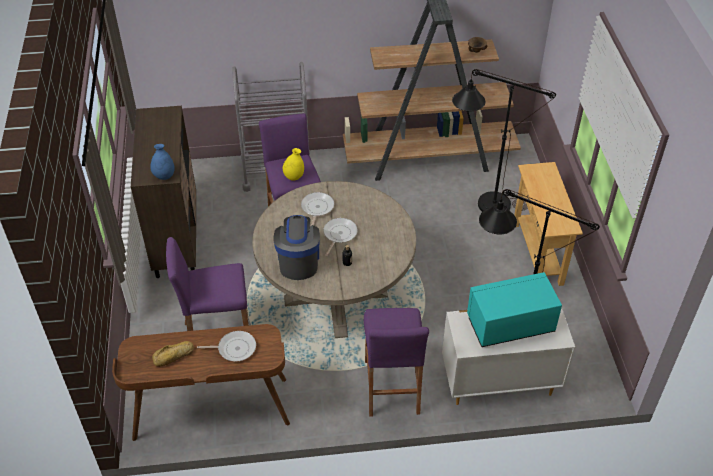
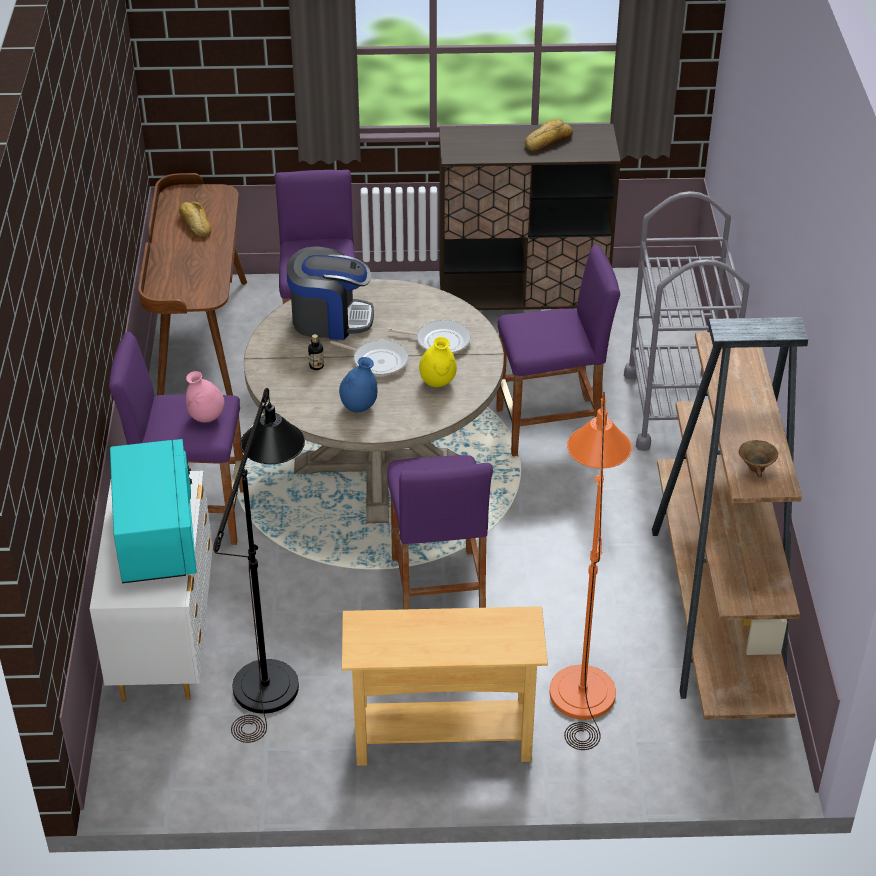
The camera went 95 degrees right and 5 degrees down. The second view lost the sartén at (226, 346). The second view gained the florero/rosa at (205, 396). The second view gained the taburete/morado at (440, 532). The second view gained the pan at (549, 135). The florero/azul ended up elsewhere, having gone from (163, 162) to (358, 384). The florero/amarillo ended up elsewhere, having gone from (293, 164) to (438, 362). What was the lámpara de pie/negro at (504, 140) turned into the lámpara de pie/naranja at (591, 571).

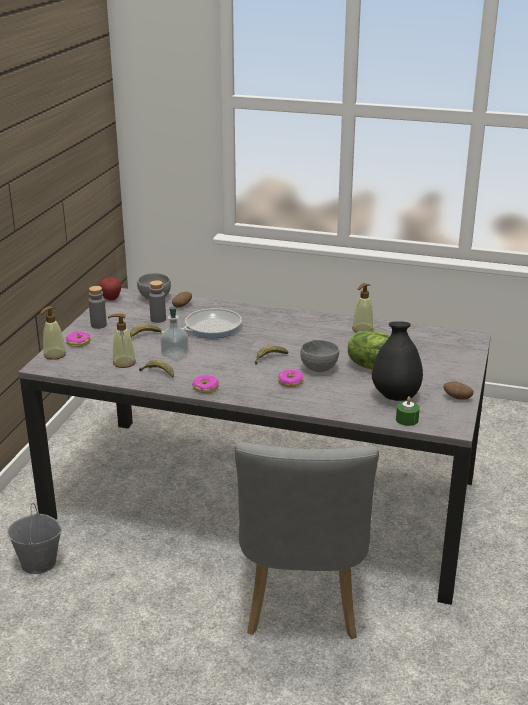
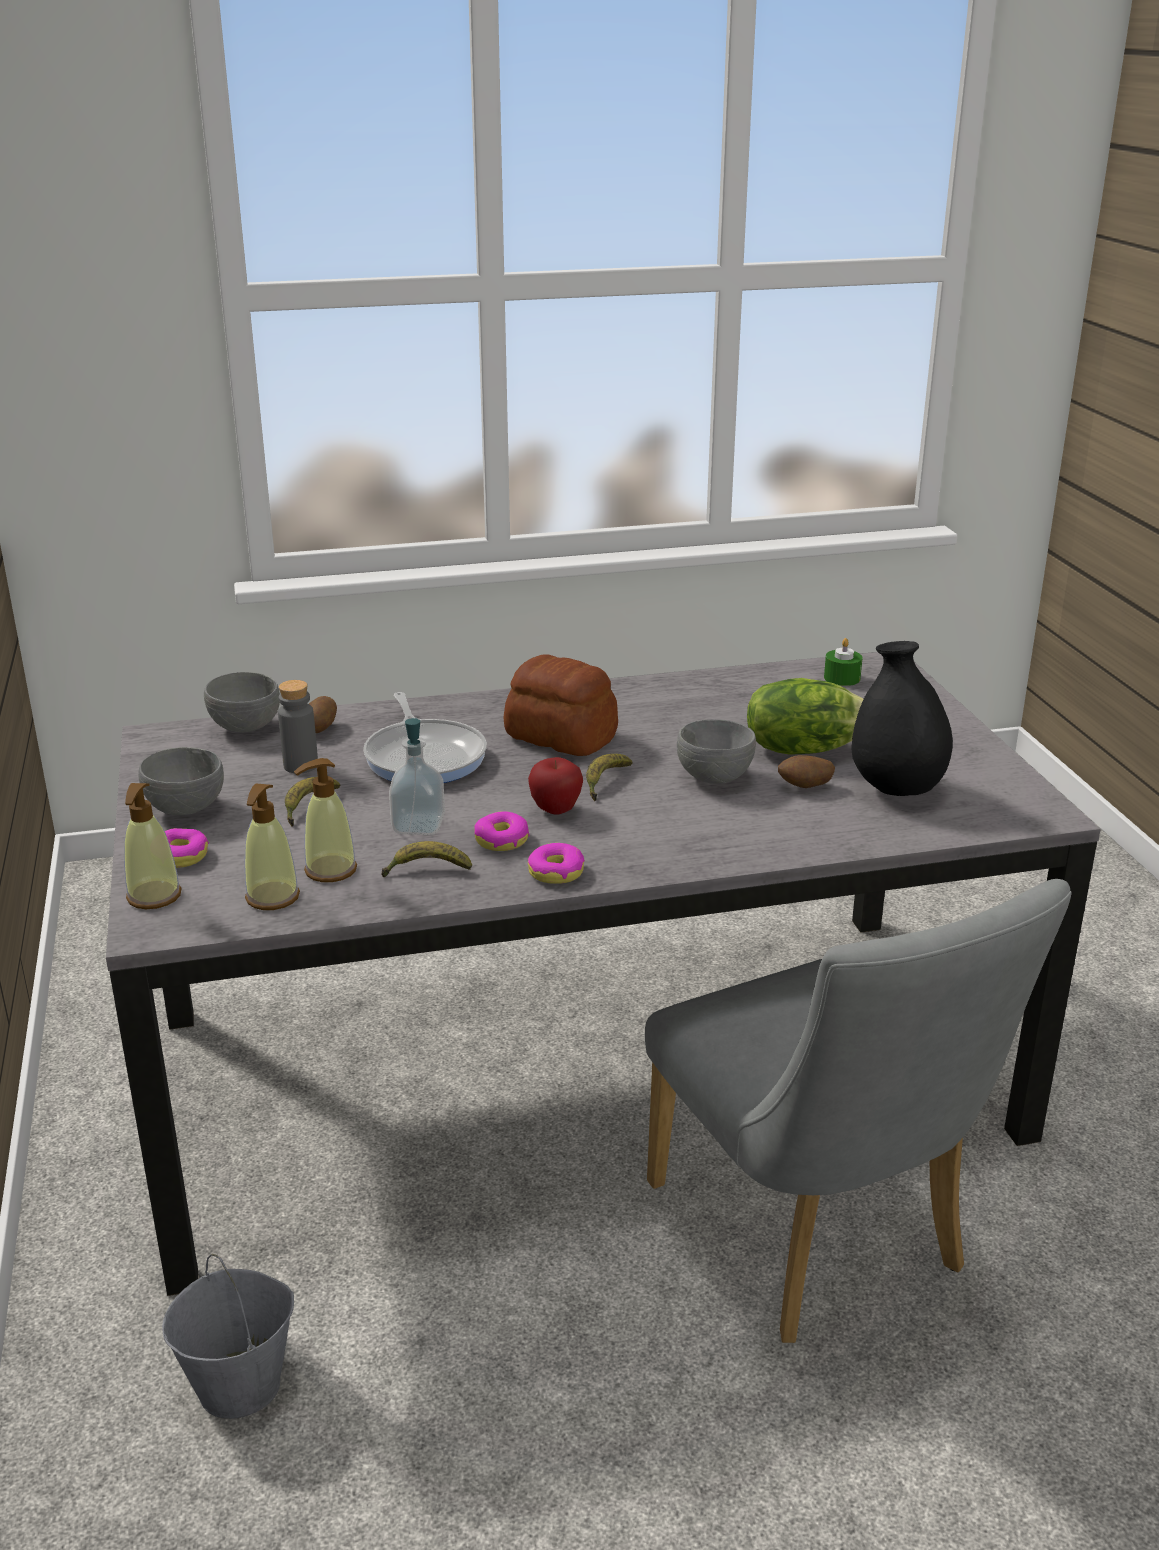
The camera went 30 degrees left and 0 degrees up. The second view gained the pan at (561, 705). The manzana ended up elsewhere, having gone from (110, 289) to (555, 786). The rosquilla ended up elsewhere, having gone from (291, 378) to (502, 831). The dispensador de jabón ended up elsewhere, having gone from (362, 308) to (272, 846). The vela/verde ended up elsewhere, having gone from (408, 411) to (843, 662). The patata ended up elsewhere, having gone from (458, 390) to (806, 771). Where the botella/gris stood at (98, 307), the cuenco/gris came to stand at (181, 781). The sartén at (202, 323) ended up facing another way, 135 degrees clockwise from before.

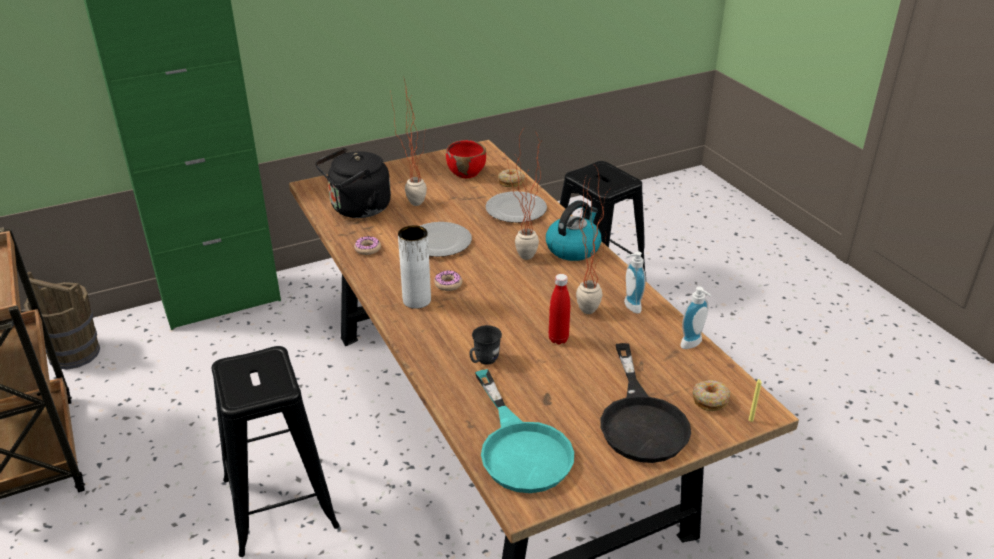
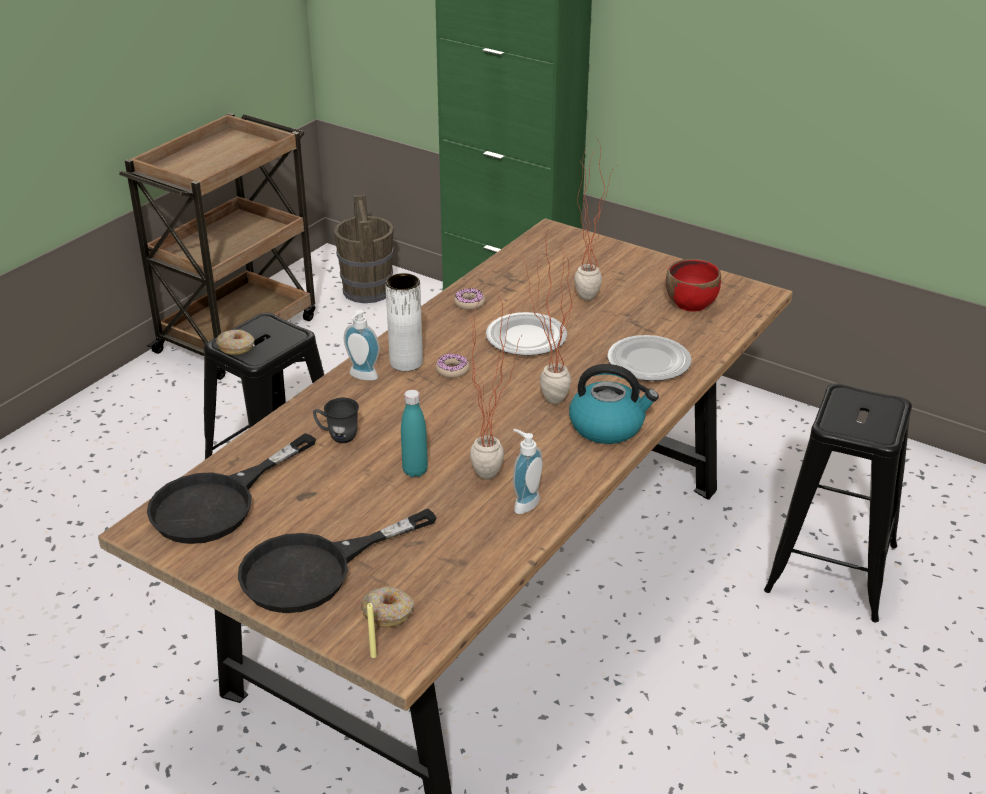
The camera went 60 degrees right and 0 degrees up. The second view lost the hervidor/negro at (353, 183). The rosquilla ended up elsewhere, having gone from (511, 178) to (235, 342). The dispensador de jabón ended up elsewhere, having gone from (695, 317) to (362, 345). What was the sartén/turquesa at (524, 431) turned into the sartén/negro at (231, 488). What was the botella/rojo at (559, 309) turned into the botella/turquesa at (414, 433).

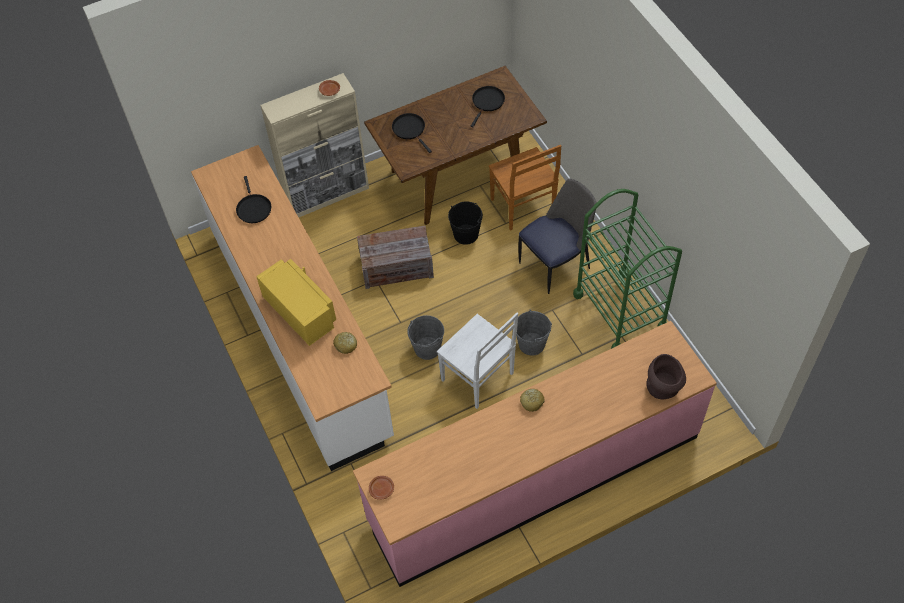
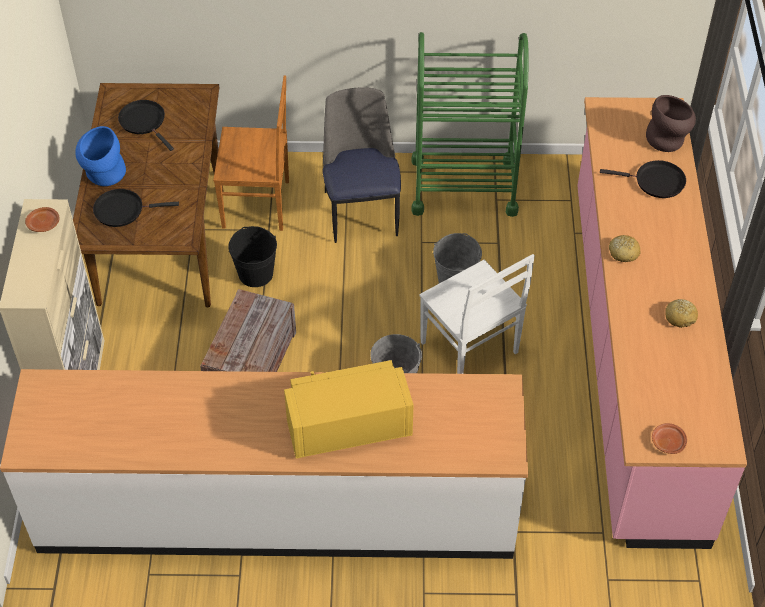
The camera went 65 degrees left and 5 degrees down. The second view gained the florero/azul at (100, 156). The sartén/negro ended up elsewhere, having gone from (253, 199) to (643, 179). The pan ended up elsewhere, having gone from (345, 343) to (681, 313). The silla/blanco at (477, 361) ended up facing another way, 75 degrees clockwise from before.

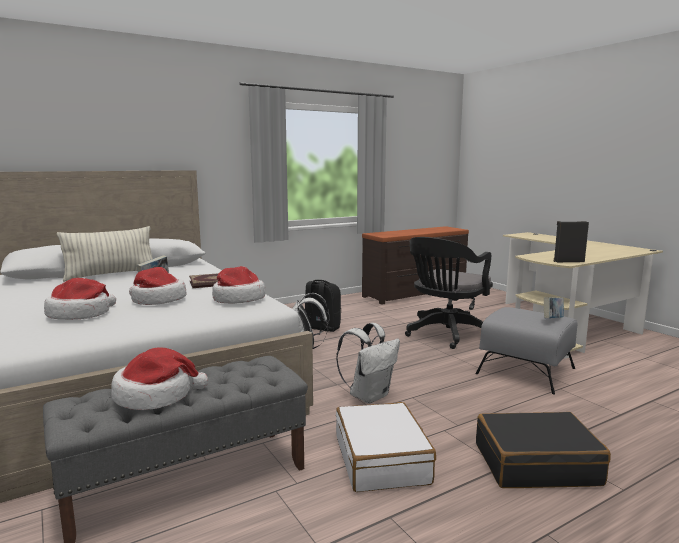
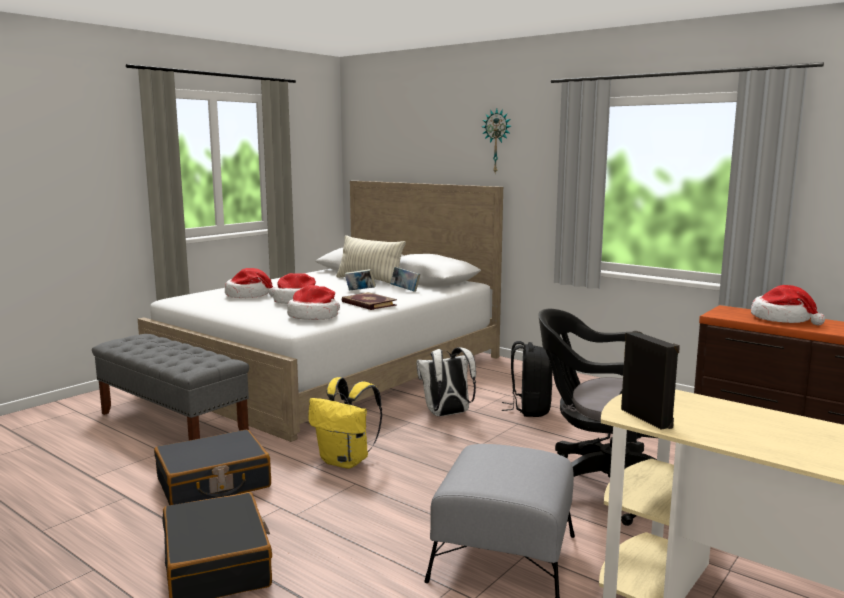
The camera went 70 degrees right and 0 degrees up. The second view gained the reloj de pared at (496, 140). The sombrero ended up elsewhere, having gone from (159, 379) to (788, 305). The libro ended up elsewhere, having gone from (554, 307) to (405, 279). What was the mochila/blanco at (368, 363) turned into the mochila/amarillo at (345, 423). What was the maleta/blanco at (386, 447) turned into the maleta/negro at (212, 467).

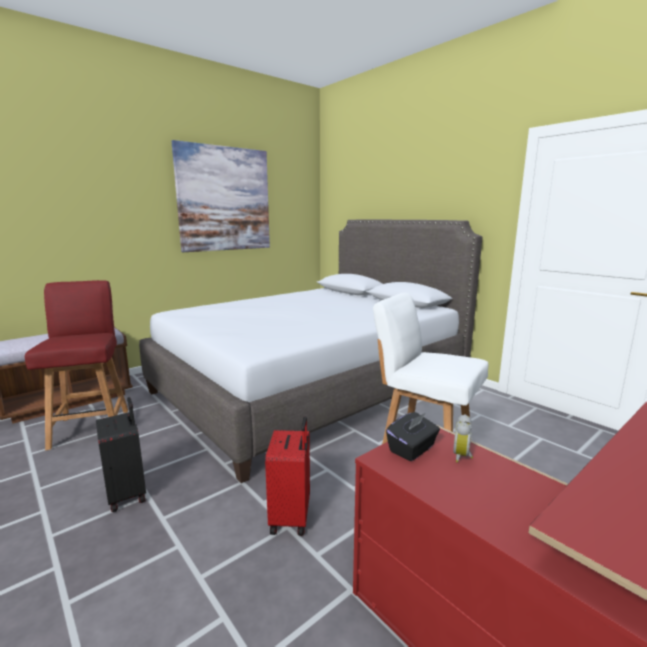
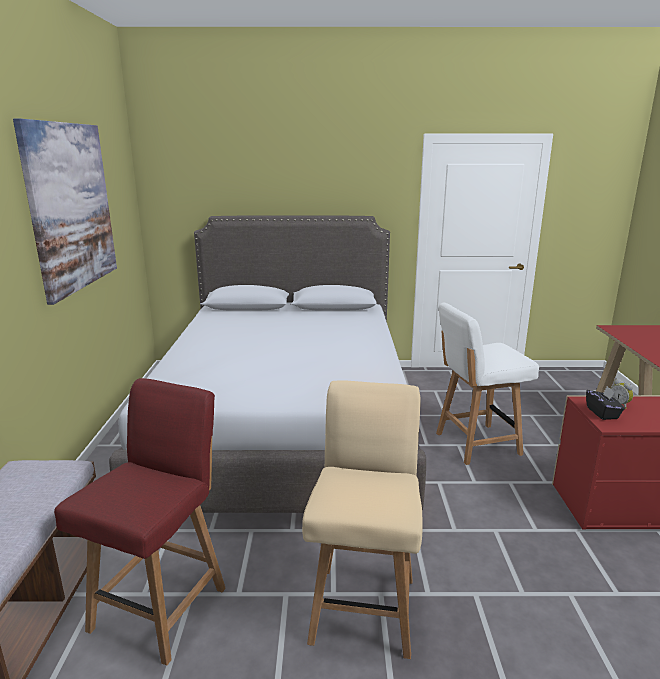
The camera went 50 degrees left and 5 degrees up. The second view lost the maleta/rojo at (287, 476). Where the maleta/negro stood at (121, 454), the silla/beis came to stand at (362, 520). The silla/rojo at (76, 365) ended up facing another way, 90 degrees clockwise from before.

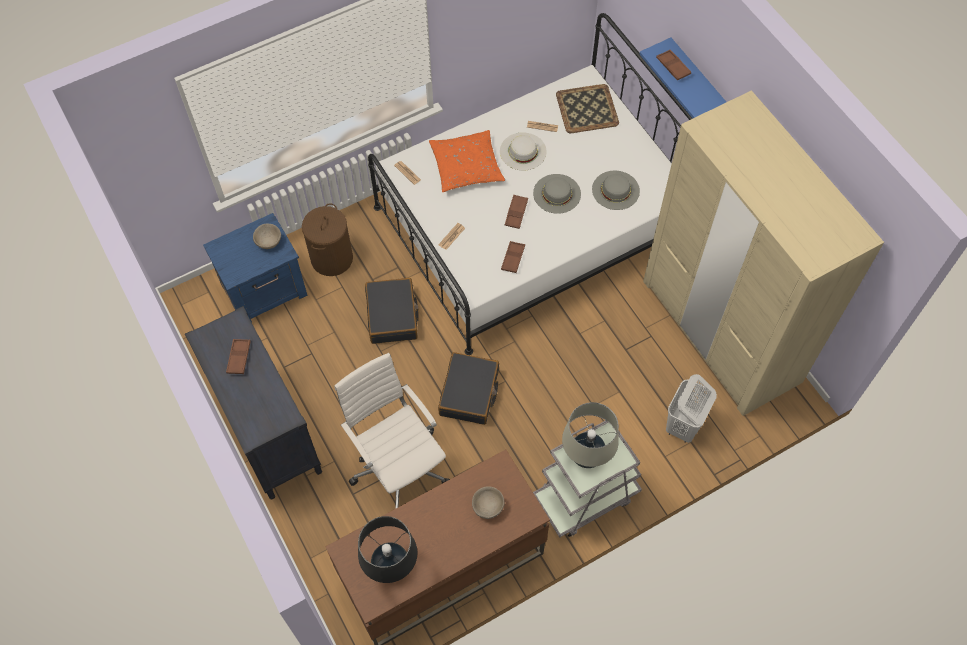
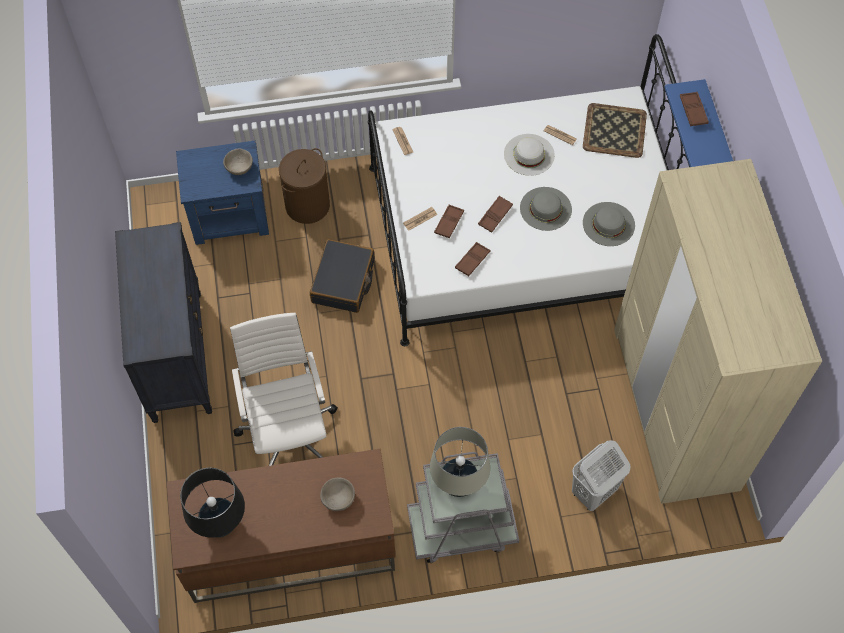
The camera went 20 degrees right and 0 degrees up. The second view lost the cojín/naranja at (467, 161). The second view lost the maleta/negro at (468, 388). The bandeja/marrón ended up elsewhere, having gone from (238, 356) to (449, 221).

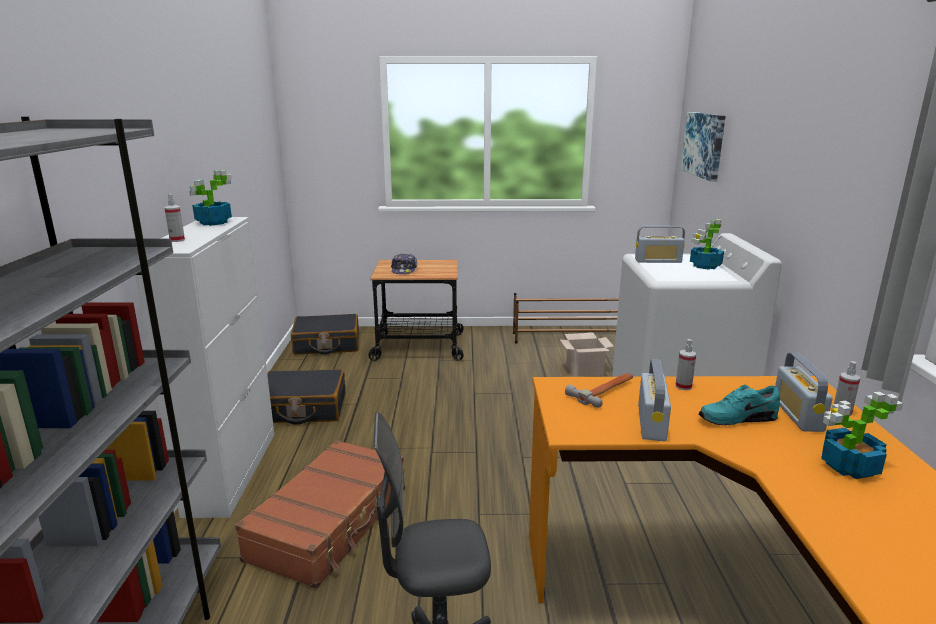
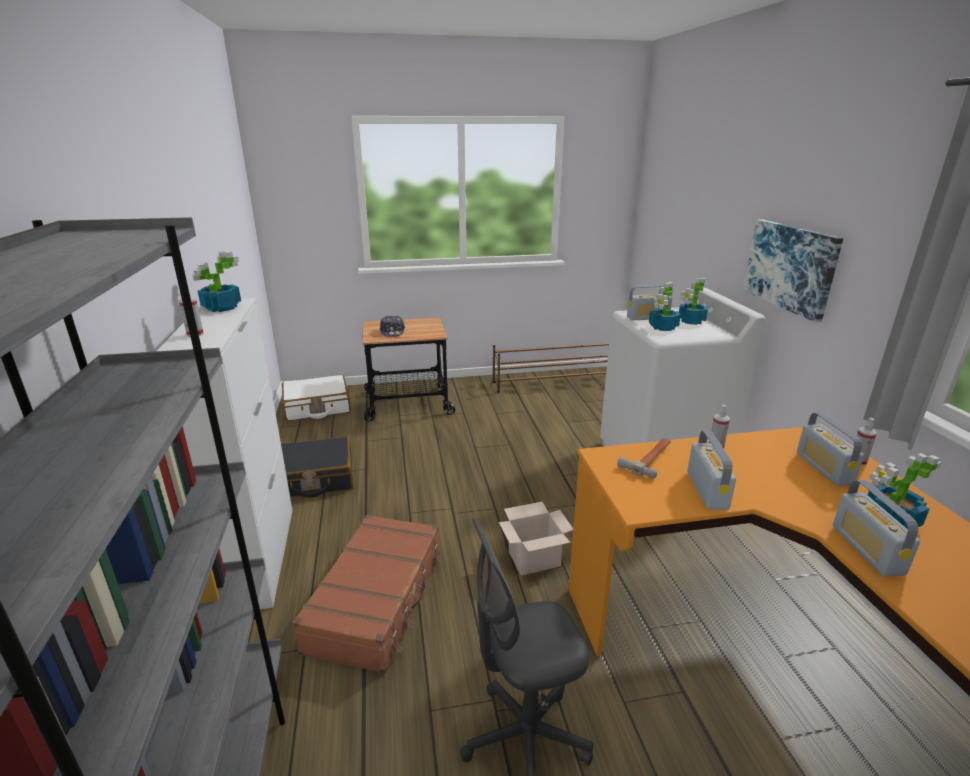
The camera went 10 degrees left and 5 degrees up. The second view lost the zapato/turquesa at (739, 405). The second view gained the planta en maceta at (665, 306). The second view gained the radio at (876, 528). The caja de cartón ended up elsewhere, having gone from (587, 355) to (536, 539). The cuadro ended up elsewhere, having gone from (703, 147) to (793, 270). What was the maleta/negro at (325, 334) turned into the maleta/blanco at (316, 398).

